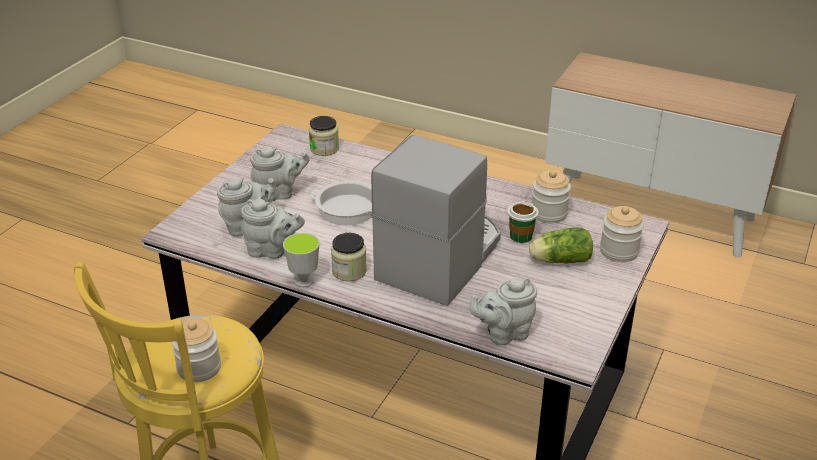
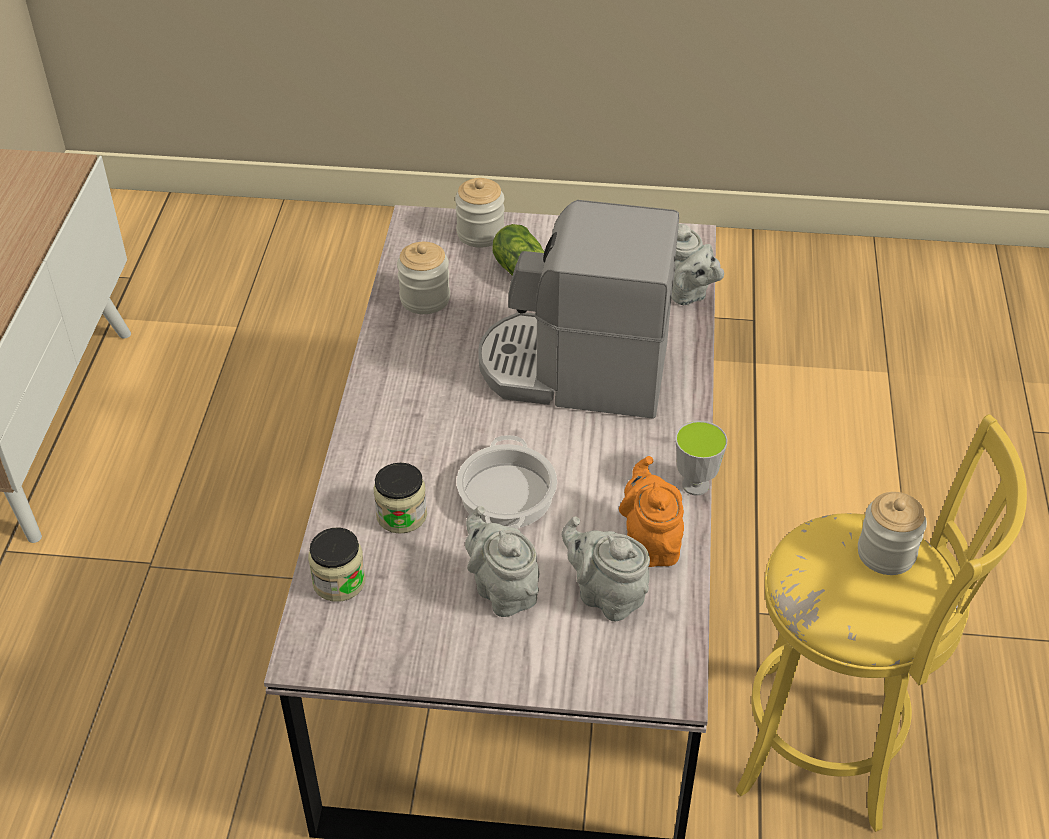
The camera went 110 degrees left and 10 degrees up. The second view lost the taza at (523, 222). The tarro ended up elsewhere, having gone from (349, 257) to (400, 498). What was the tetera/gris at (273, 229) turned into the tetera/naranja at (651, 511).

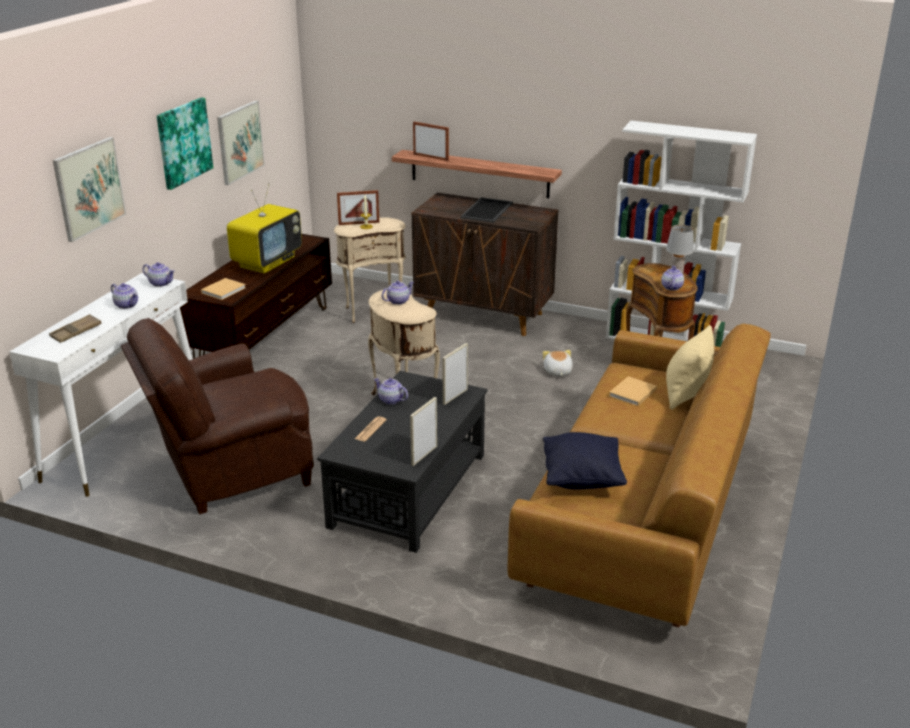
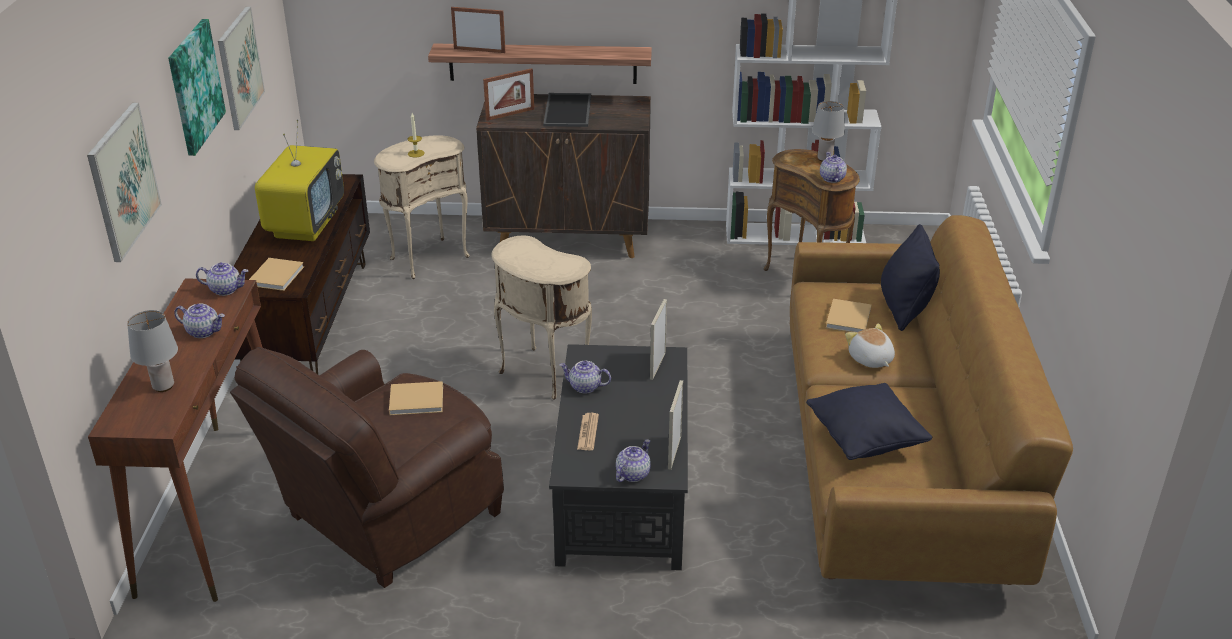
The camera went 20 degrees left and 5 degrees up. The second view gained the libro/beis at (416, 398). The portarretratos ended up elsewhere, having gone from (358, 207) to (508, 94). The tetera ended up elsewhere, having gone from (398, 293) to (633, 460). The peluche ended up elsewhere, having gone from (558, 363) to (870, 345). Where the bandeja/marrón stood at (75, 328), the lámpara de mesa/gris came to stand at (152, 351). What was the mesa consola/blanco at (100, 385) turned into the mesa consola/marrón at (175, 440). What was the cojín/beis at (690, 367) turned into the cojín/negro at (910, 277).

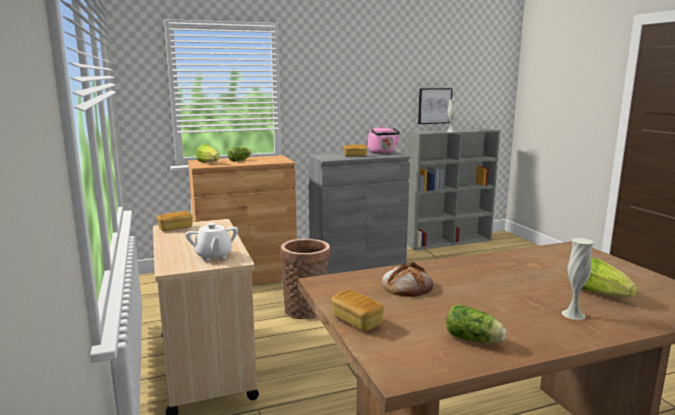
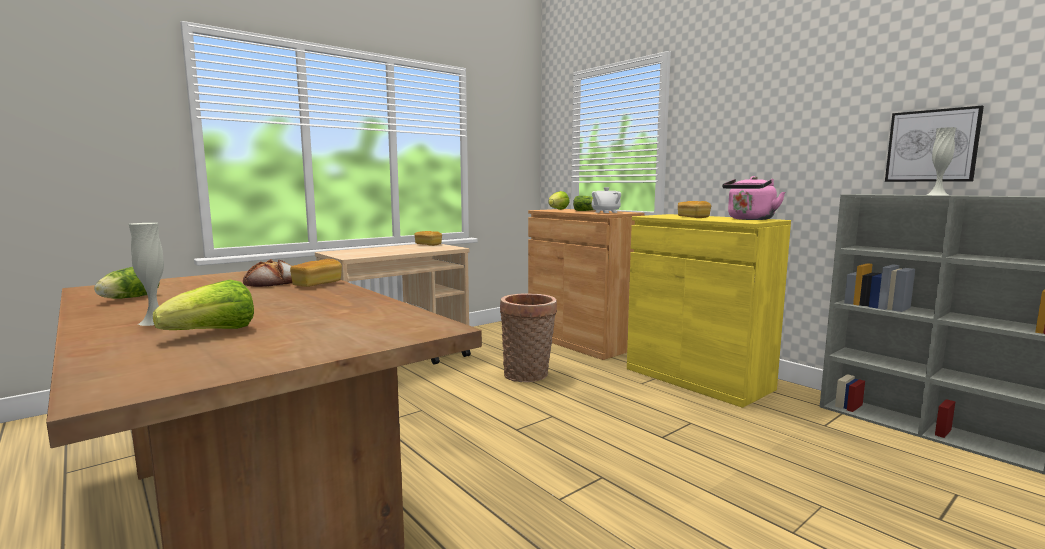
The camera went 70 degrees right and 5 degrees down. The tetera/blanco ended up elsewhere, having gone from (211, 241) to (606, 200). The pan ended up elsewhere, having gone from (357, 310) to (316, 273). What was the armario/gris at (359, 213) turned into the armario/amarillo at (709, 311).

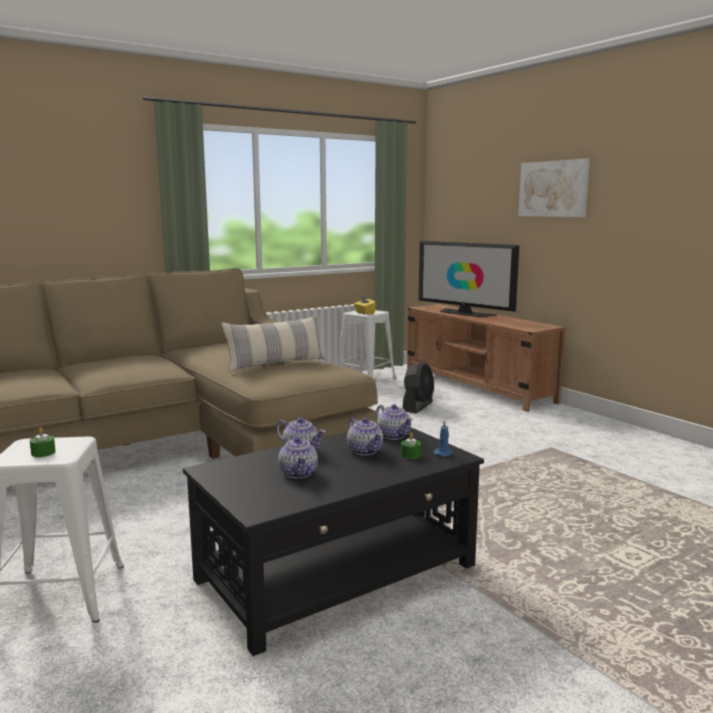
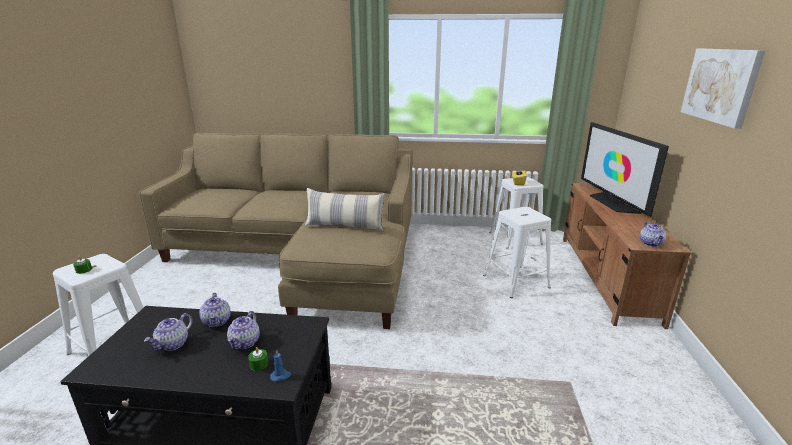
The camera went 40 degrees right and 10 degrees up. The tetera ended up elsewhere, having gone from (394, 422) to (653, 234). Where the ventilador/negro stood at (418, 387), the taburete/blanco came to stand at (517, 252).

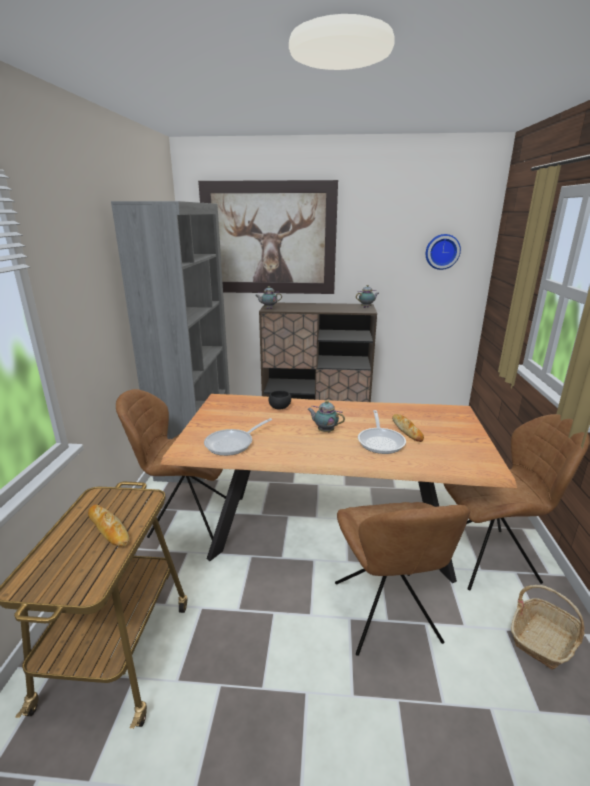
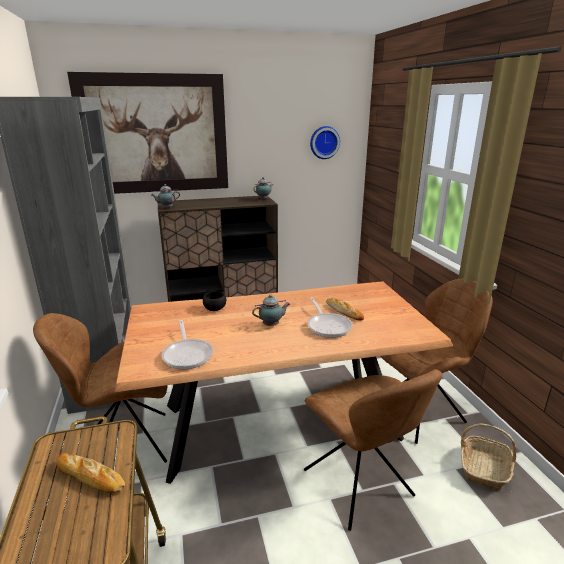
The camera went 20 degrees left and 0 degrees up. The sartén at (238, 437) ended up facing another way, 45 degrees counterclockwise from before. The tetera at (326, 416) ended up facing another way, 150 degrees clockwise from before.

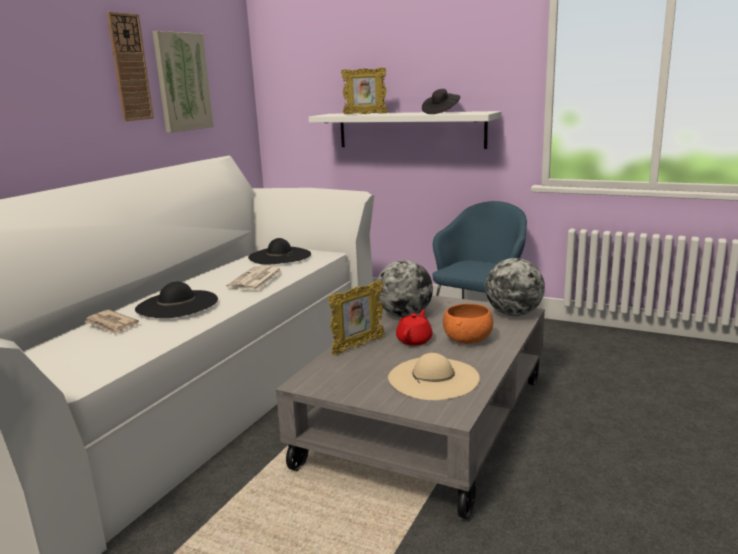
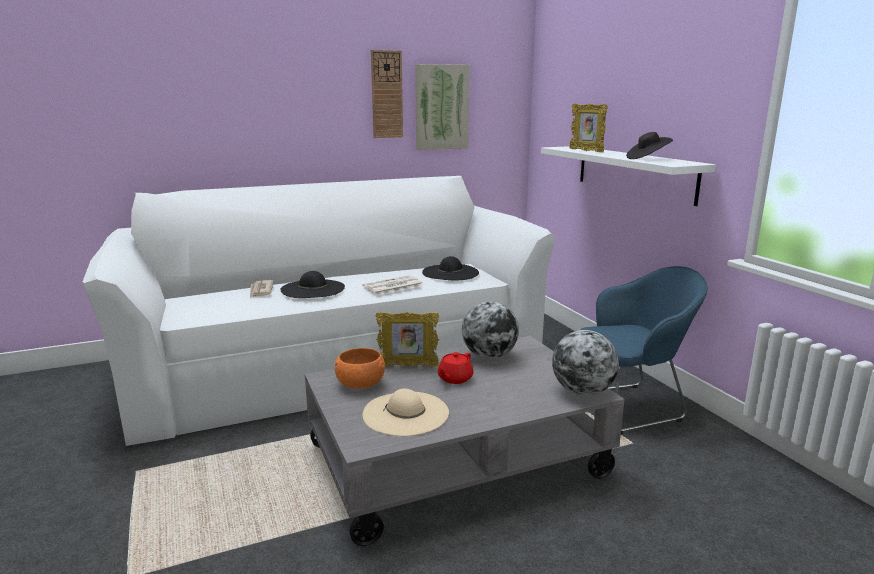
The camera went 40 degrees right and 0 degrees up. The cuenco/naranja ended up elsewhere, having gone from (468, 324) to (360, 368). The tetera/rojo at (414, 327) ended up facing another way, 150 degrees clockwise from before.

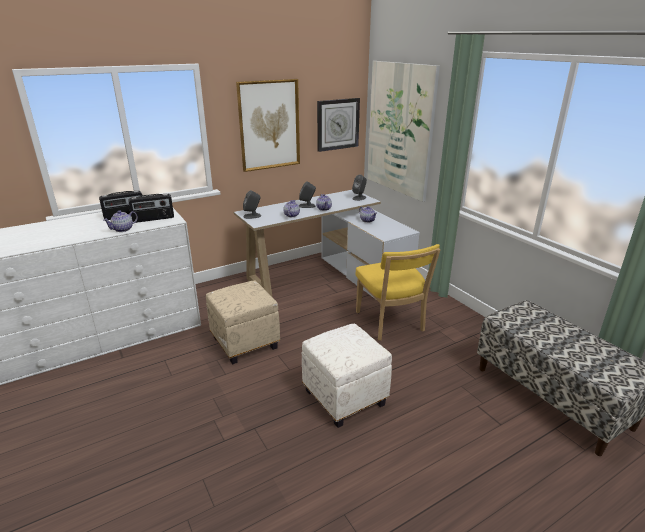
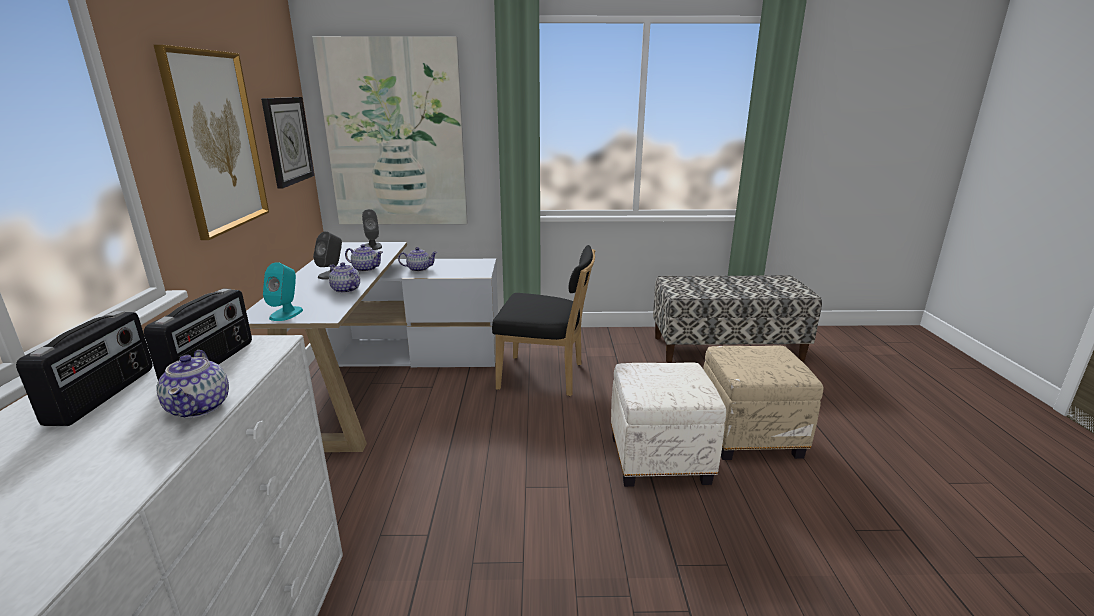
The camera went 60 degrees left and 5 degrees down. The puf/beis ended up elsewhere, having gone from (243, 323) to (763, 402). What was the altavoz/gris at (252, 204) turned into the altavoz/turquesa at (283, 291). What was the silla/amarillo at (398, 292) turned into the silla/negro at (543, 320).

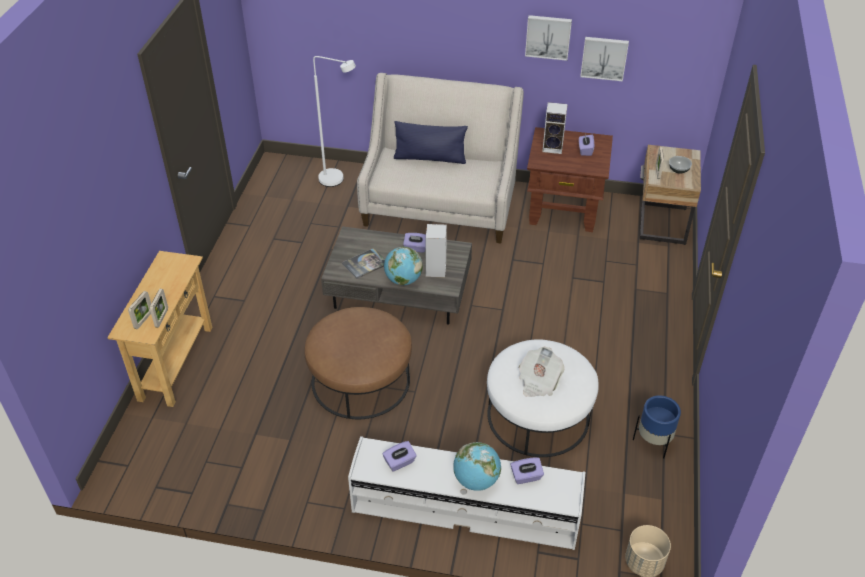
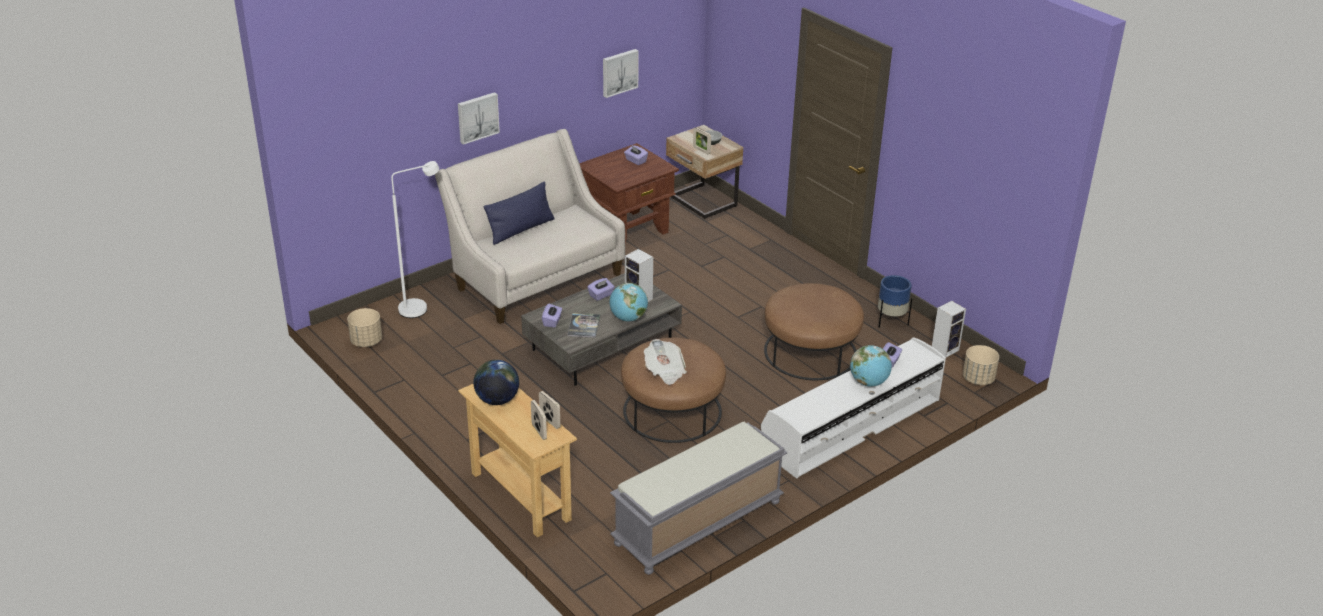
The camera went 50 degrees left and 10 degrees down. The second view gained the maceta/beis at (364, 327). The second view gained the globo terráqueo at (496, 382). The second view gained the banco/gris at (699, 498). The caja de pañuelos/morado ended up elsewhere, having gone from (399, 456) to (552, 315). The periódico ended up elsewhere, having gone from (541, 372) to (665, 362). The cuadro ended up elsewhere, having gone from (548, 38) to (479, 118). The altavoz ended up elsewhere, having gone from (555, 128) to (949, 329). What was the puf/blanco at (543, 398) turned into the puf/marrón at (814, 331).

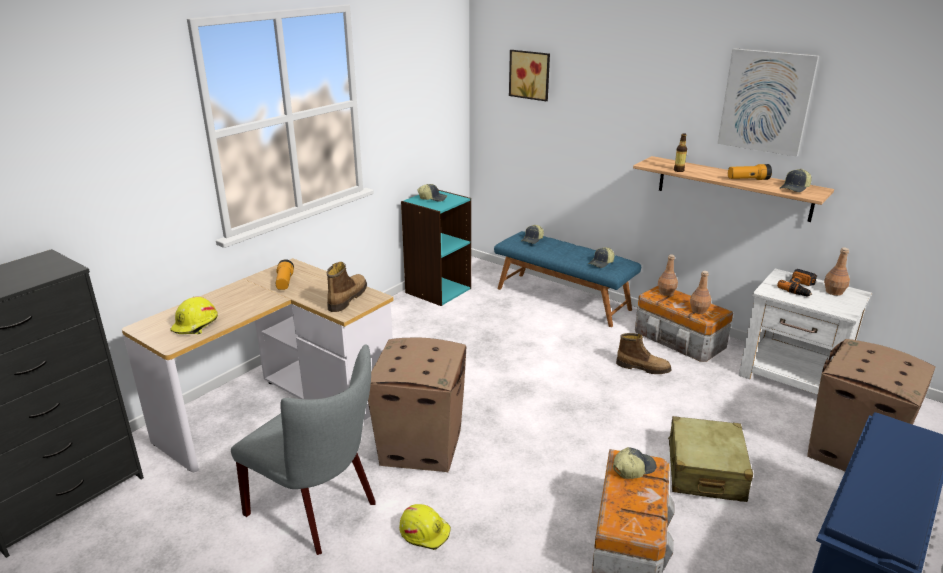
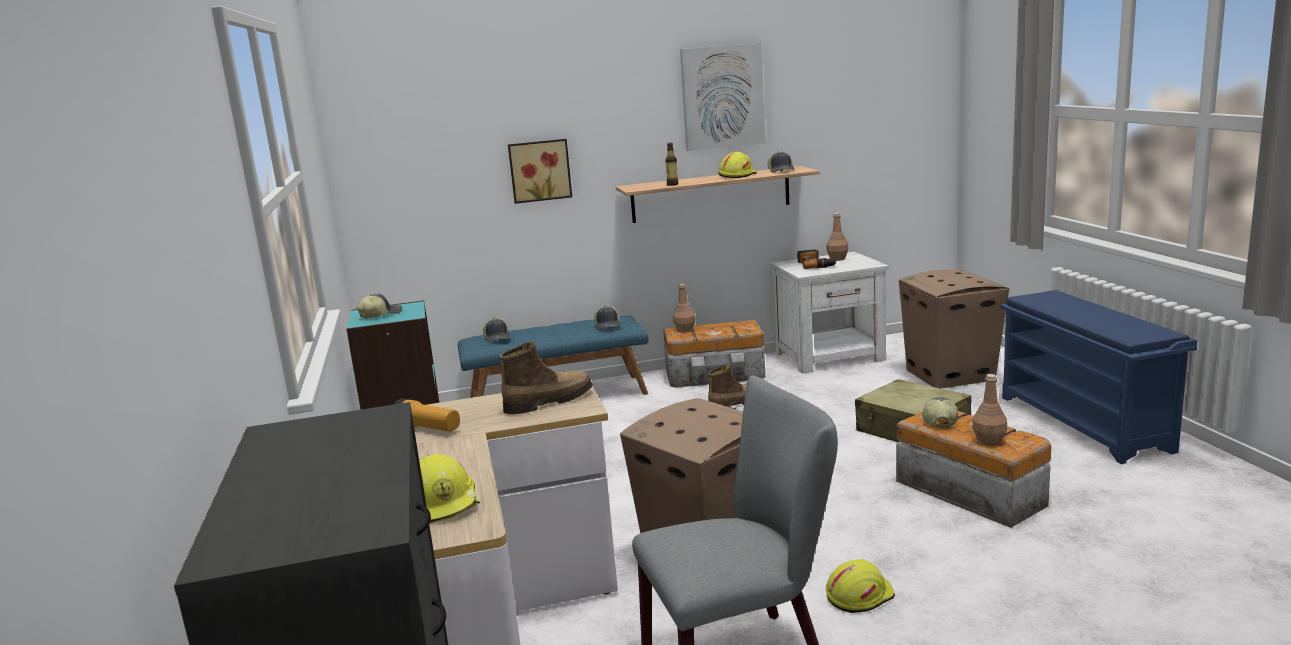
The camera went 50 degrees left and 10 degrees down. The cuadro ended up elsewhere, having gone from (529, 75) to (540, 171). The botella/marrón ended up elsewhere, having gone from (700, 292) to (989, 410). Where the linterna stood at (750, 172), the casco/amarillo came to stand at (737, 165). The bota at (347, 287) ended up facing another way, 90 degrees clockwise from before.

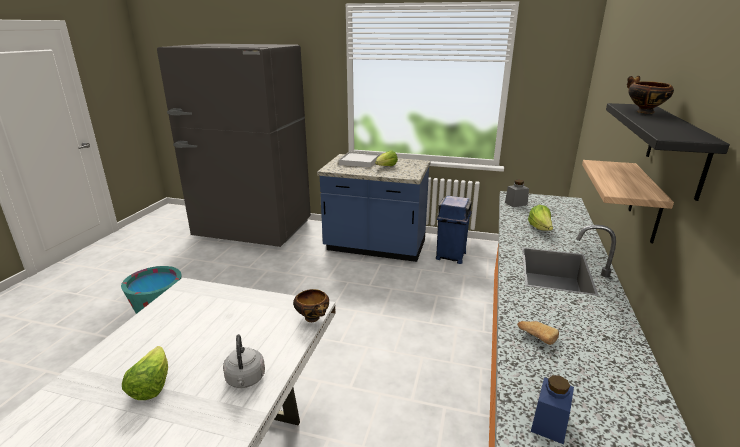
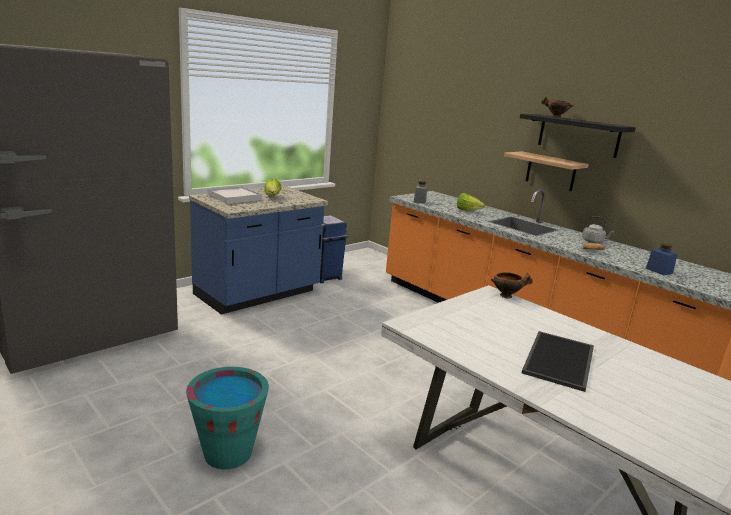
The camera went 60 degrees left and 5 degrees down. The hervidor/gris ended up elsewhere, having gone from (244, 361) to (598, 229). Where the lechuga stood at (145, 373), the bandeja came to stand at (558, 361).

